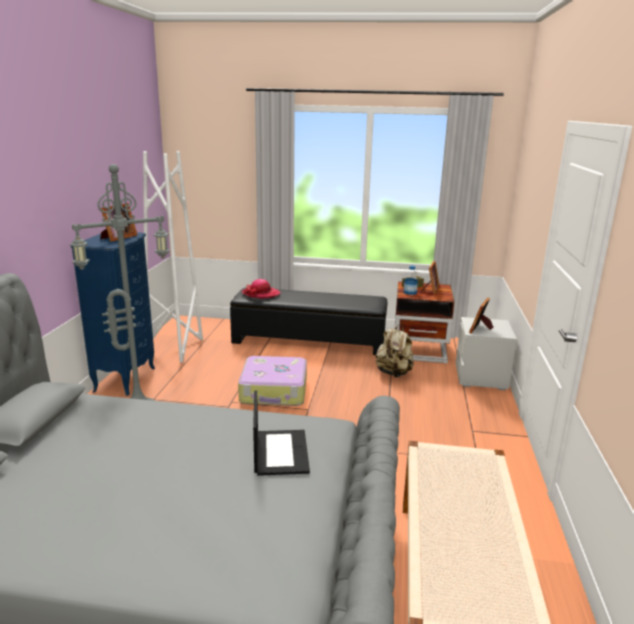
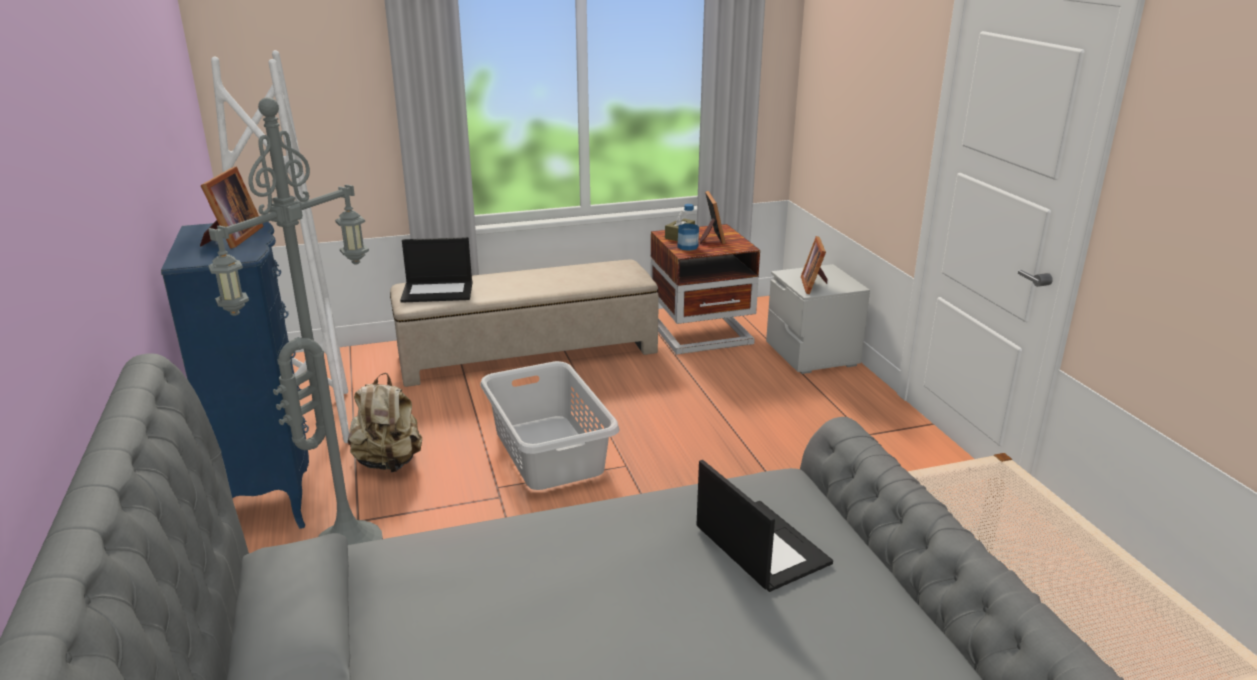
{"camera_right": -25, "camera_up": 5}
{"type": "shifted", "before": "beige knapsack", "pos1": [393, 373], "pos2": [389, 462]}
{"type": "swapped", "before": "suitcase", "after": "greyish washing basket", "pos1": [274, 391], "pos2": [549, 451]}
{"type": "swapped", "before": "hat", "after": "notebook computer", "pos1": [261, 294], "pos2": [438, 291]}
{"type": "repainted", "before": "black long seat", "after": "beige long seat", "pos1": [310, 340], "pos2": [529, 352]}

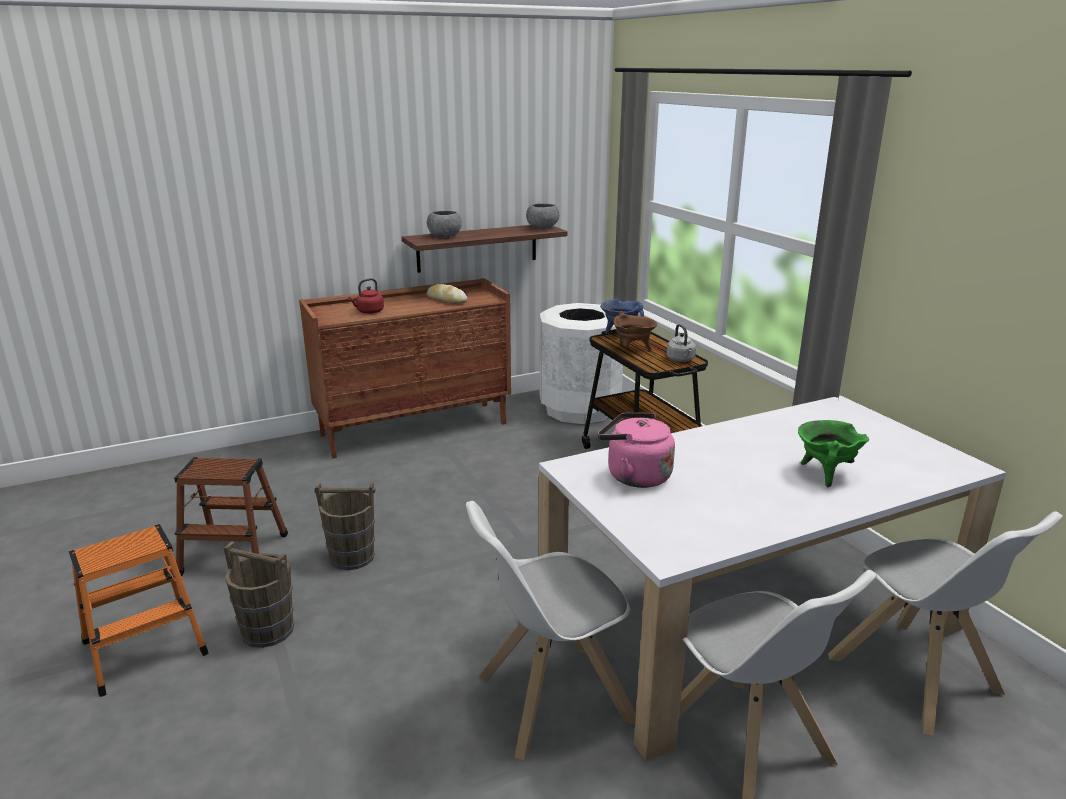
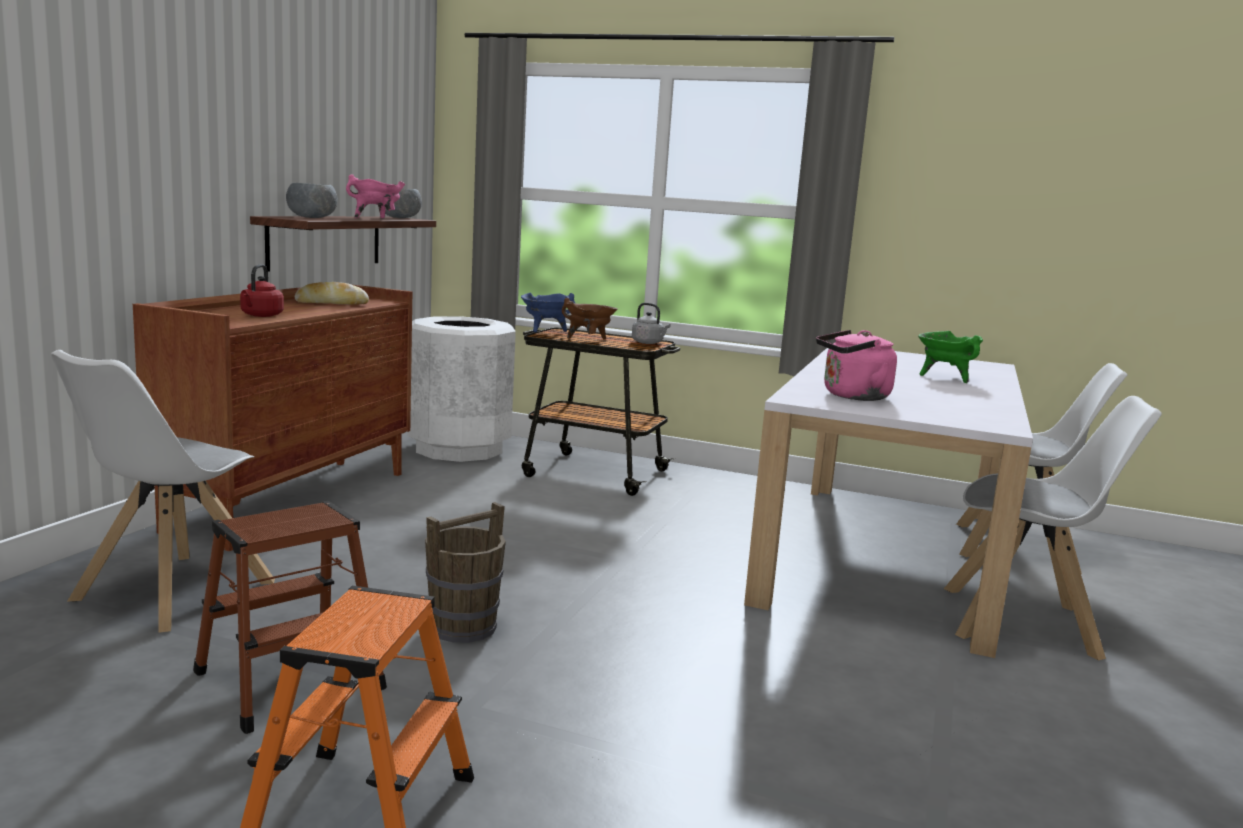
{"camera_right": -45, "camera_up": -10}
{"type": "gone", "before": "brownish bucket", "pos1": [268, 630]}
{"type": "new", "after": "pink cooking pot", "pos2": [377, 219]}
{"type": "shifted", "before": "upright chair", "pos1": [550, 699], "pos2": [169, 593]}

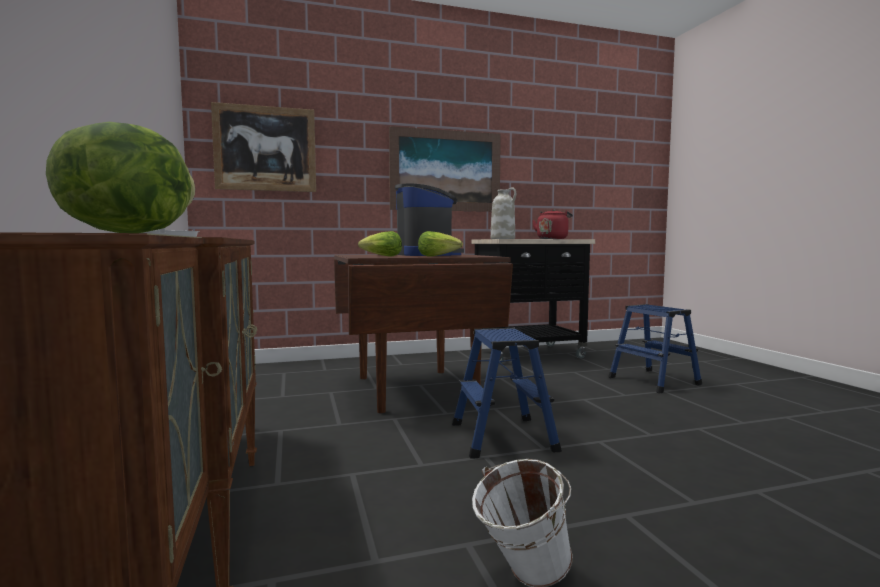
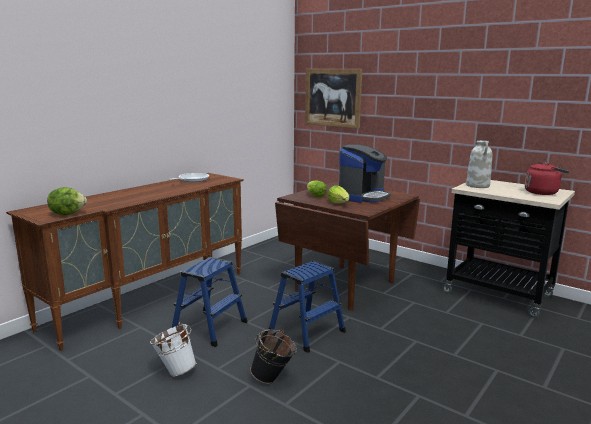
{"camera_right": 55, "camera_up": 10}
{"type": "gone", "before": "picture", "pos1": [446, 171]}
{"type": "new", "after": "black bucket", "pos2": [274, 379]}
{"type": "shifted", "before": "blue-coloured step stool", "pos1": [654, 381], "pos2": [209, 327]}

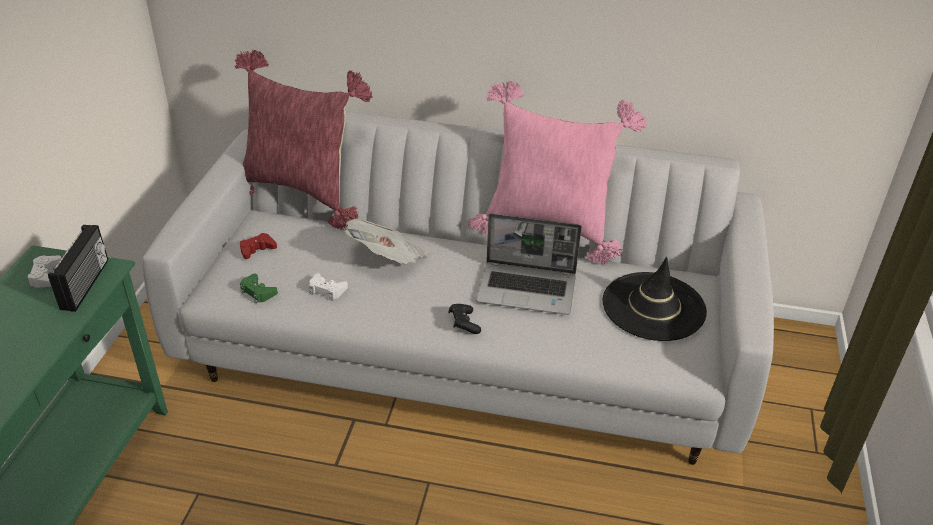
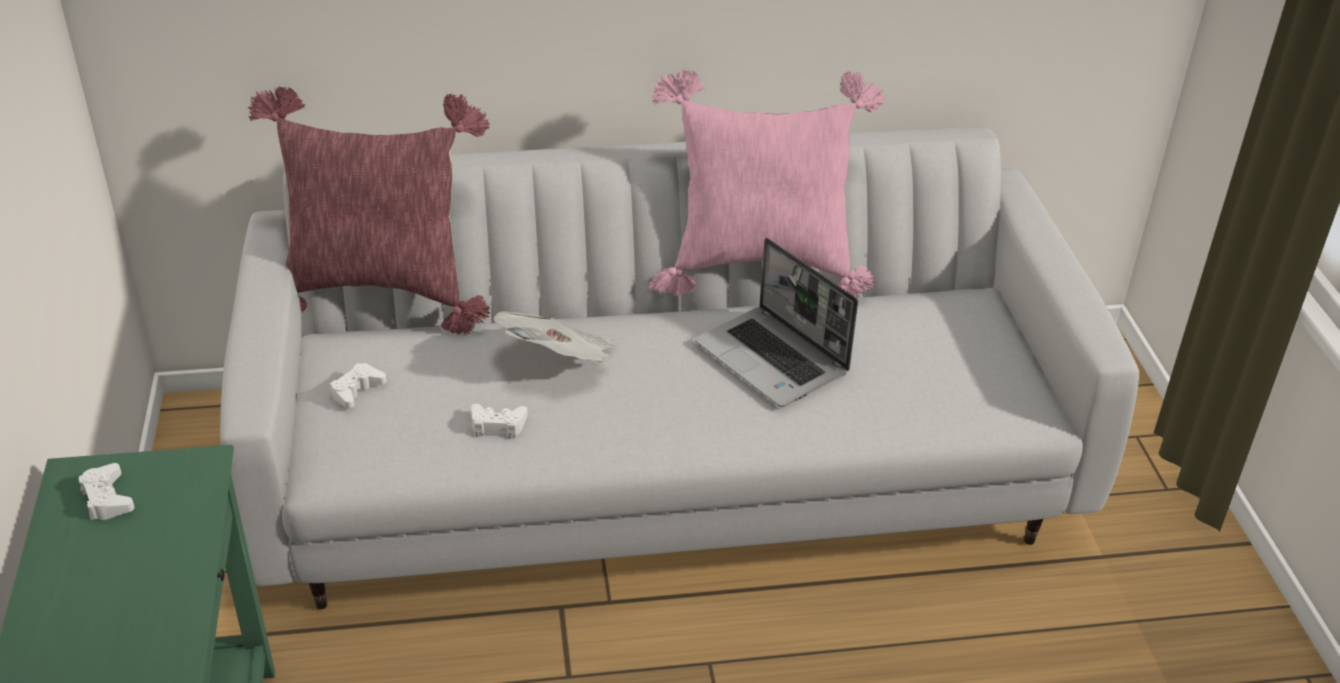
{"camera_right": -20, "camera_up": 0}
{"type": "gone", "before": "radio set", "pos1": [86, 284]}
{"type": "gone", "before": "green-coloured game controller", "pos1": [258, 292]}
{"type": "gone", "before": "black game controller", "pos1": [463, 324]}
{"type": "gone", "before": "black hat", "pos1": [653, 306]}
{"type": "repainted", "before": "red-coloured game controller", "after": "white game controller", "pos1": [257, 249], "pos2": [357, 390]}
{"type": "rotated", "before": "notebook computer", "pos1": [528, 289], "pos2": [773, 359], "turn": 60}

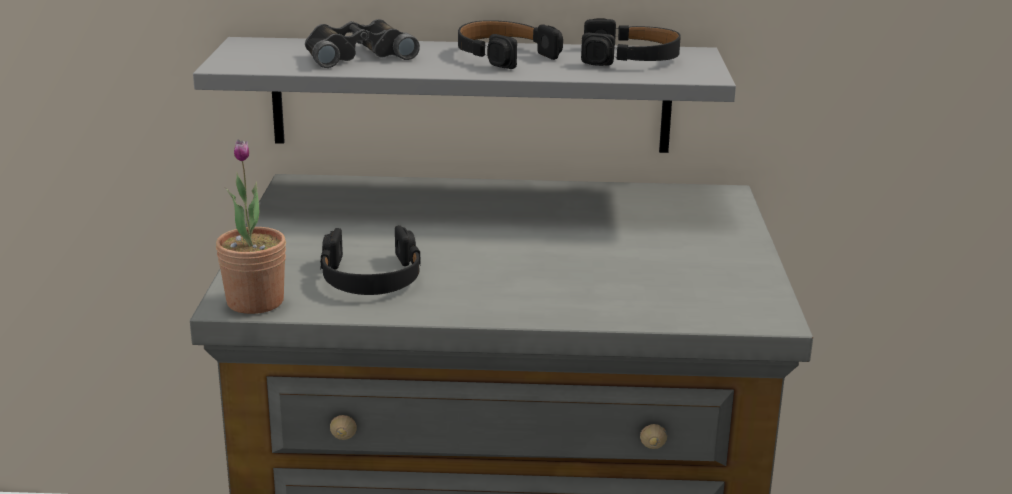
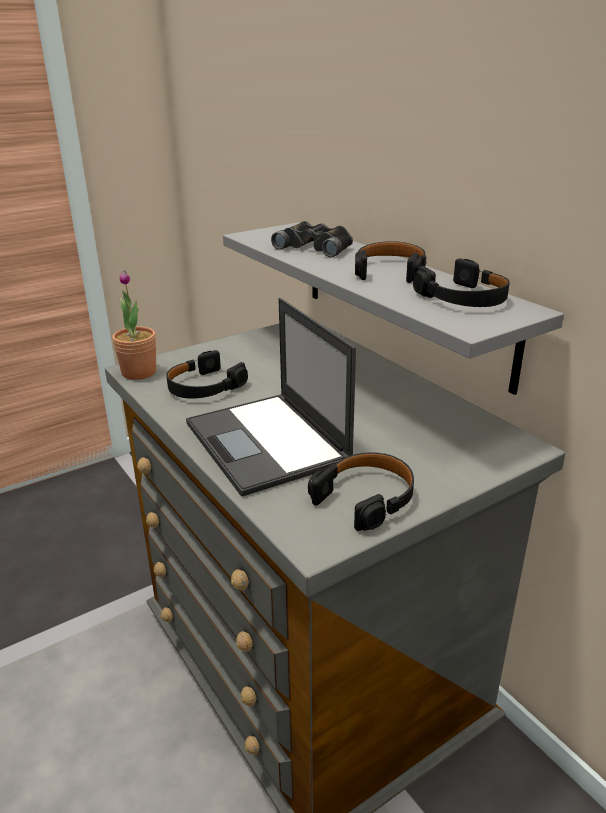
{"camera_right": 55, "camera_up": 5}
{"type": "new", "after": "notebook computer", "pos2": [268, 443]}
{"type": "new", "after": "black headset", "pos2": [366, 497]}

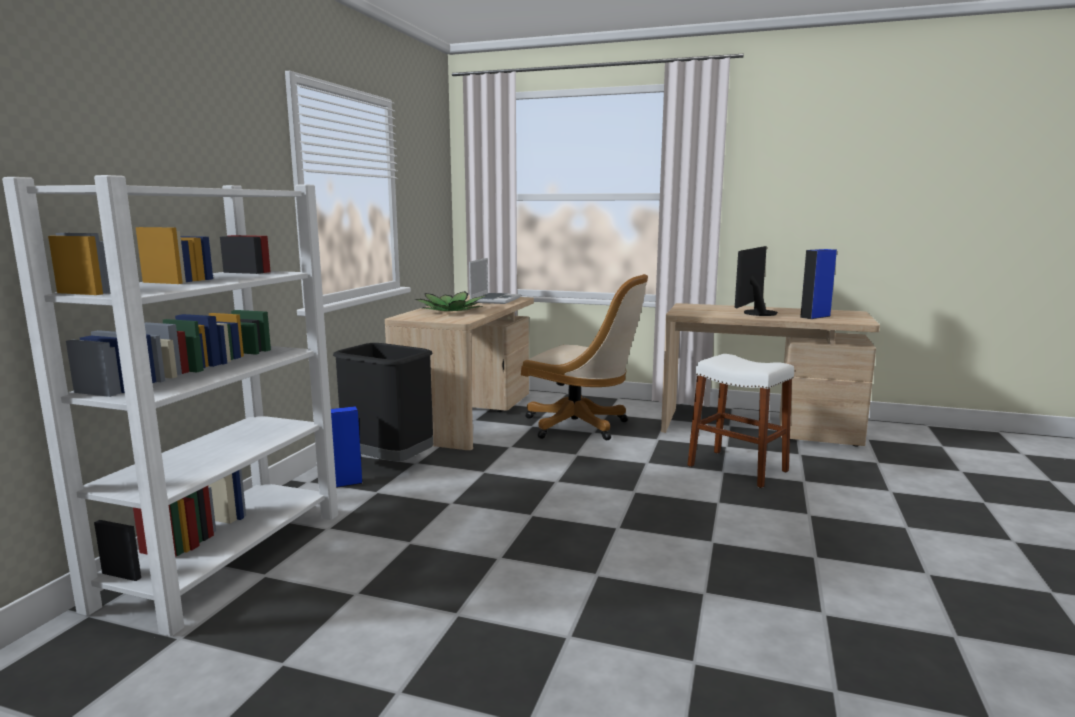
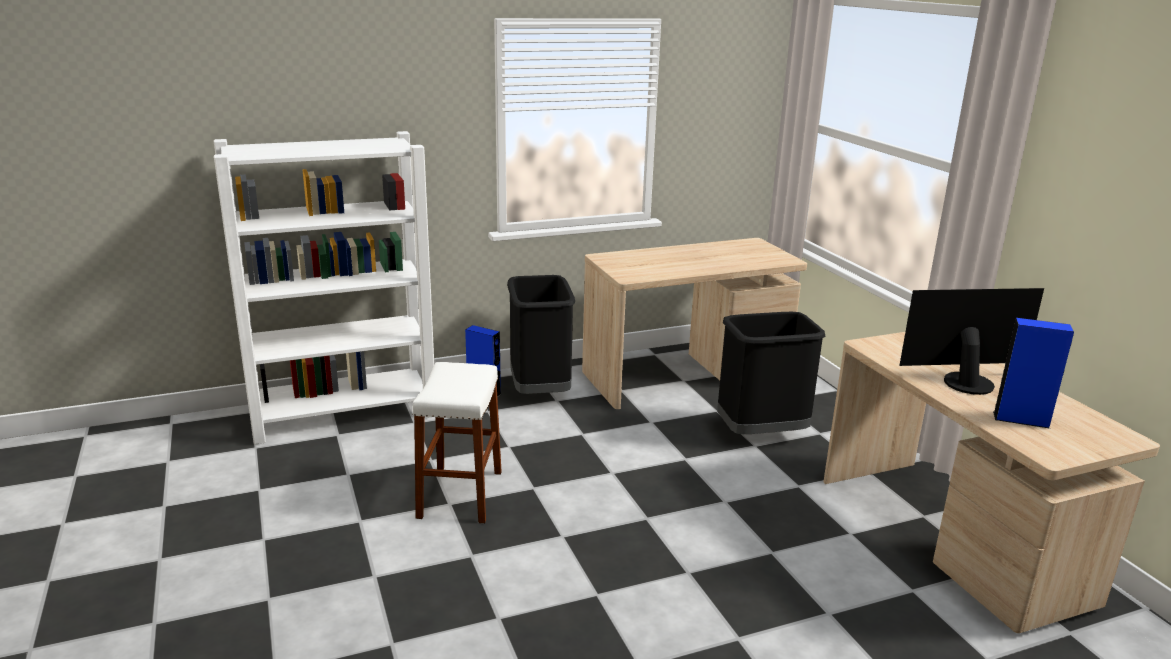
{"camera_right": 50, "camera_up": 10}
{"type": "gone", "before": "potted plant", "pos1": [451, 311]}
{"type": "gone", "before": "notebook computer", "pos1": [495, 300]}
{"type": "shifted", "before": "white stool", "pos1": [737, 468], "pos2": [460, 494]}
{"type": "swapped", "before": "desk chair", "after": "black trash can", "pos1": [582, 426], "pos2": [760, 434]}

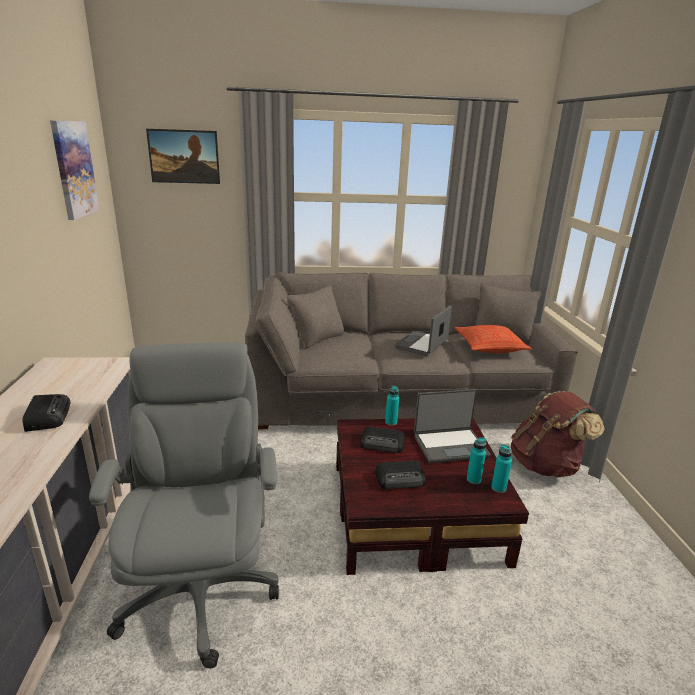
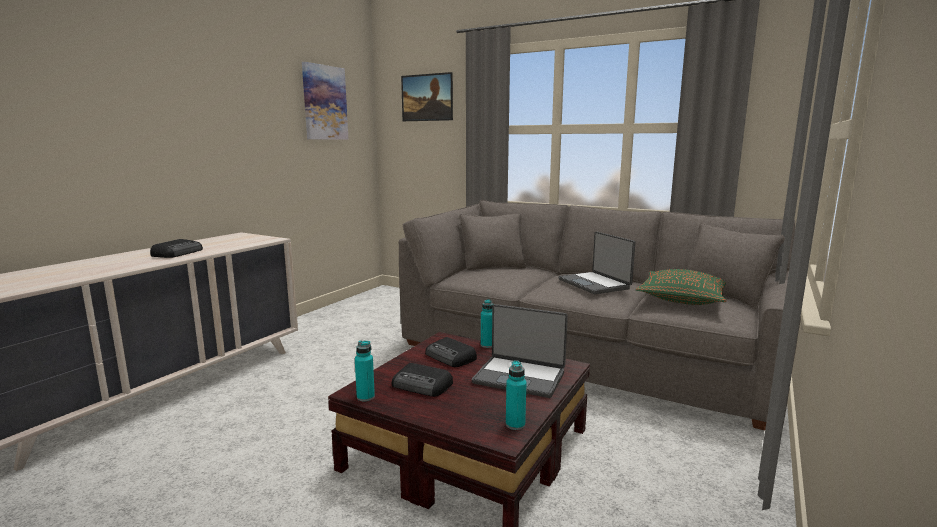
{"camera_right": 35, "camera_up": -10}
{"type": "gone", "before": "greyish desk chair", "pos1": [202, 584]}
{"type": "gone", "before": "brownish knapsack", "pos1": [545, 465]}
{"type": "shifted", "before": "blue-green drink bottle", "pos1": [473, 479], "pos2": [365, 397]}
{"type": "repainted", "before": "orange-coloured pillow", "after": "green-coloured pillow", "pos1": [489, 348], "pos2": [682, 299]}
{"type": "rotated", "before": "notebook computer", "pos1": [422, 345], "pos2": [595, 284], "turn": -90}

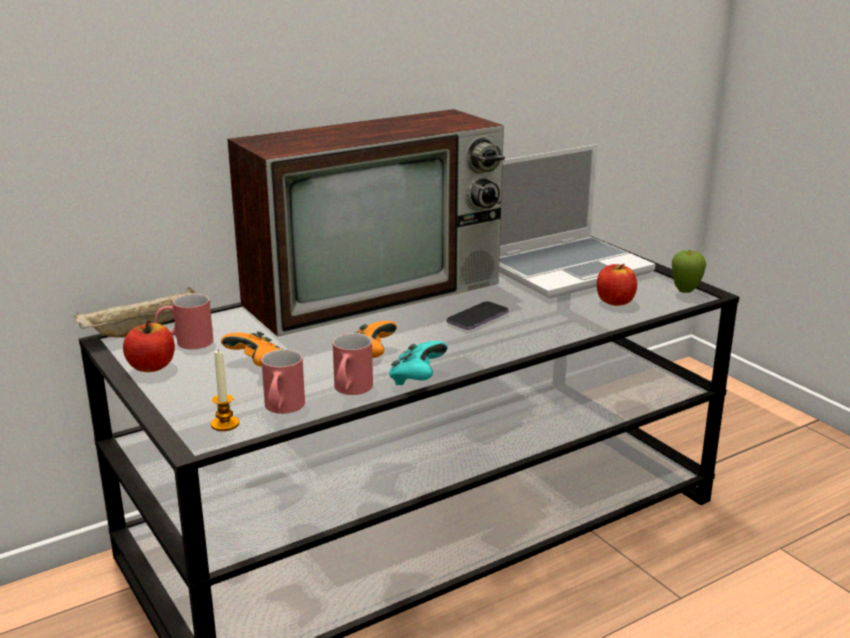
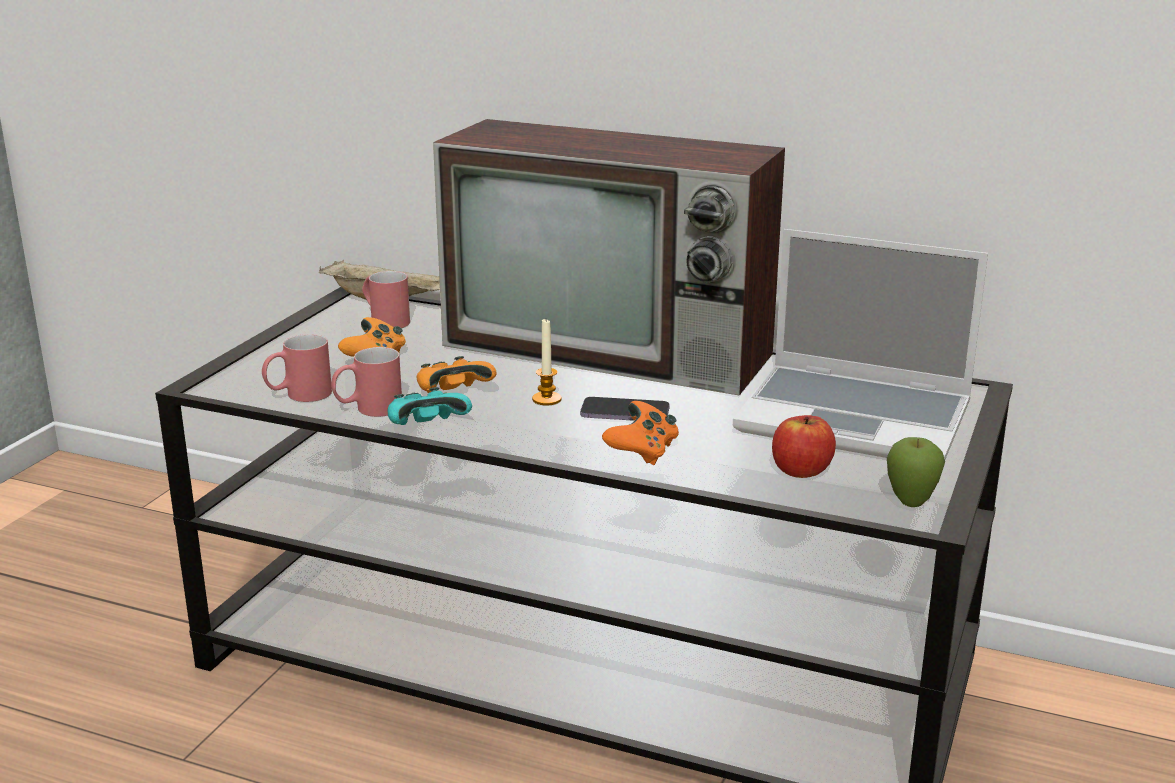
{"camera_right": 55, "camera_up": 0}
{"type": "gone", "before": "apple fruit", "pos1": [151, 367]}
{"type": "new", "after": "orange-coloured game controller", "pos2": [642, 452]}
{"type": "shifted", "before": "wax candle", "pos1": [225, 424], "pos2": [546, 399]}

